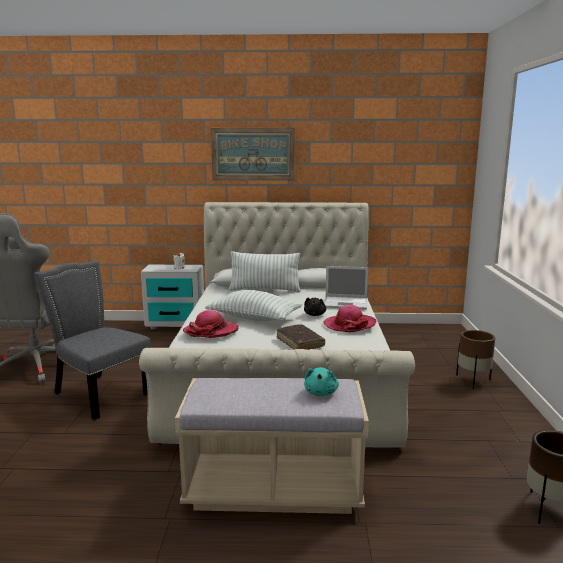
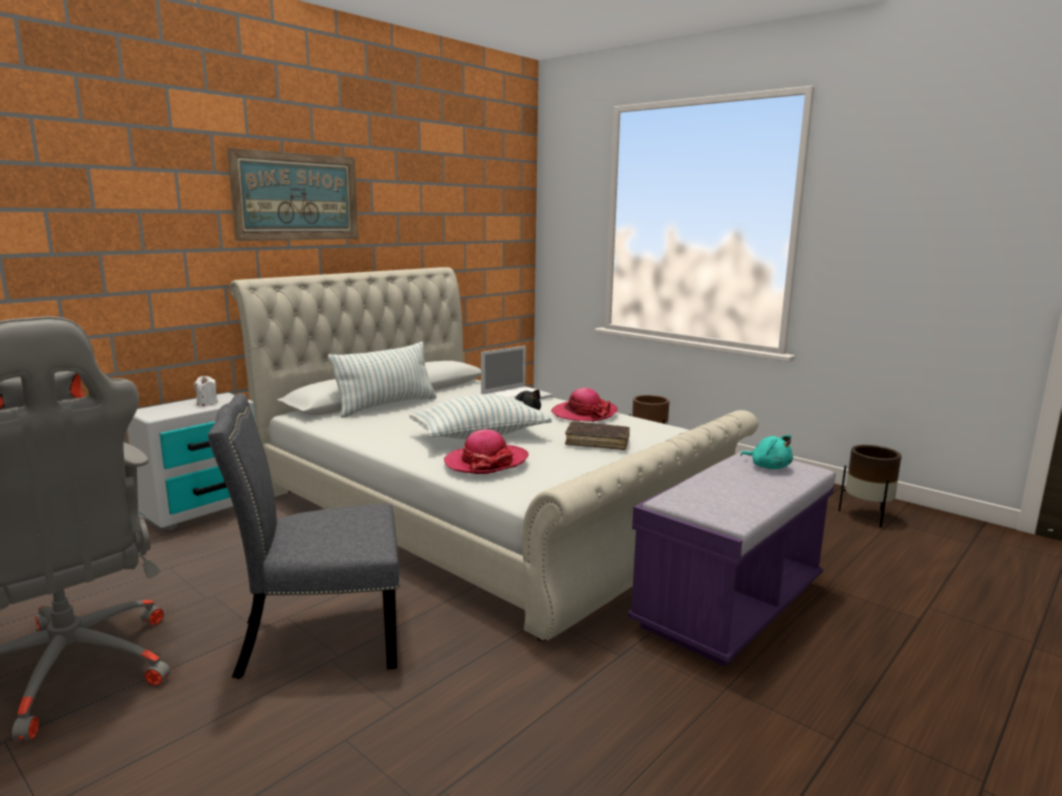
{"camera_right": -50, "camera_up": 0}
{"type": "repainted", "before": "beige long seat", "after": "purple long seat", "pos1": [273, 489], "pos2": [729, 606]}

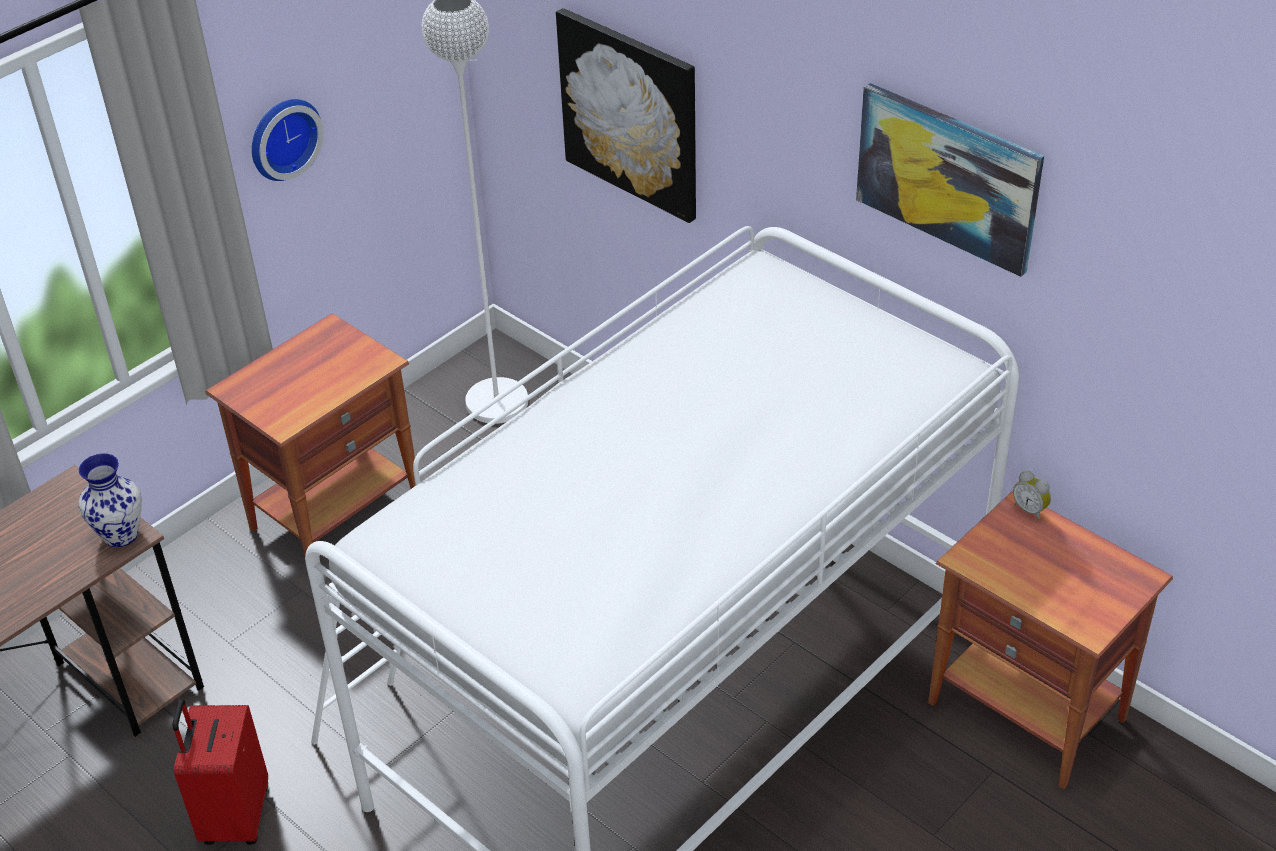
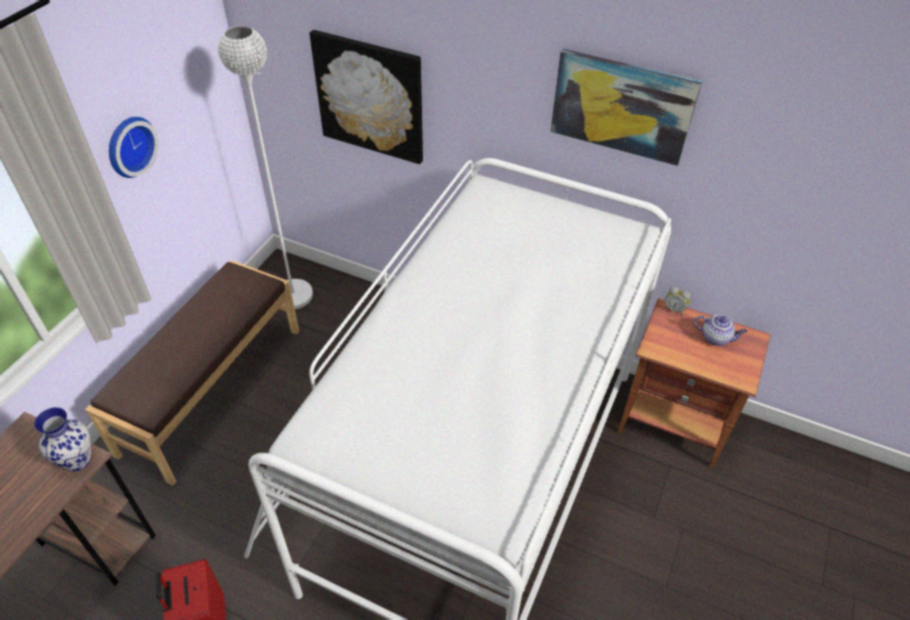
{"camera_right": -20, "camera_up": 5}
{"type": "new", "after": "pot for tea", "pos2": [716, 338]}
{"type": "swapped", "before": "nightstand", "after": "brownish long seat", "pos1": [336, 513], "pos2": [212, 389]}

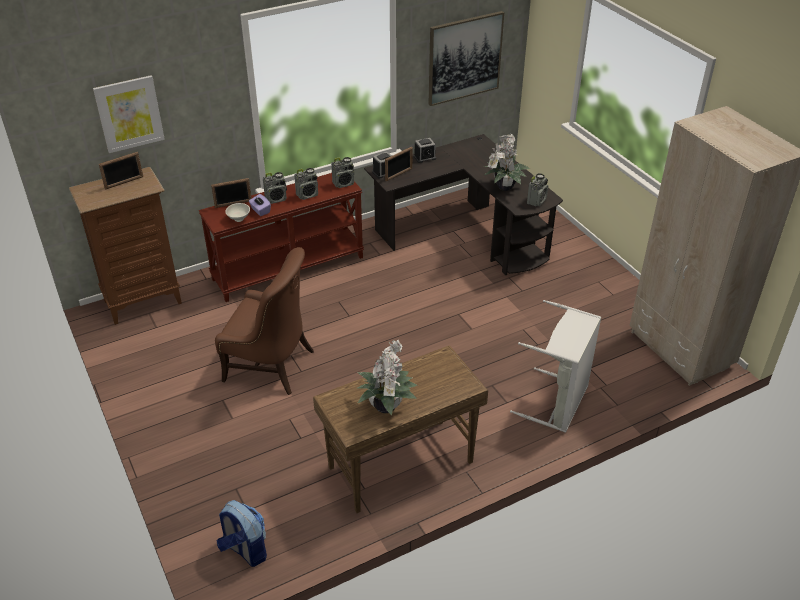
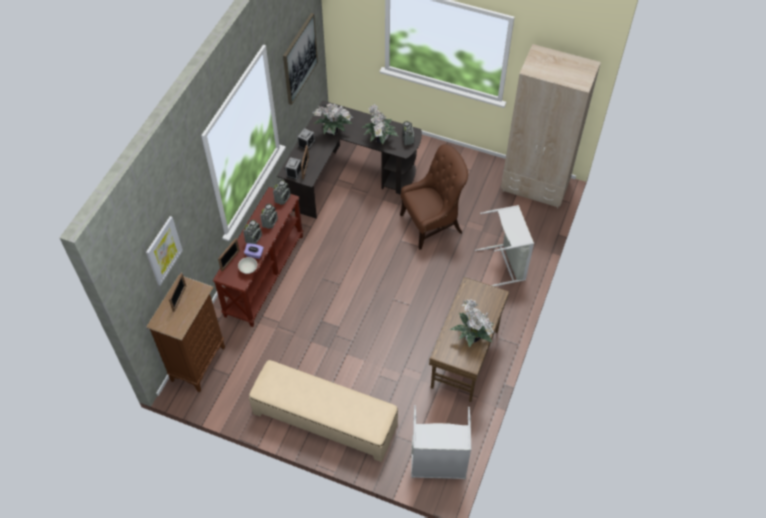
{"camera_right": -40, "camera_up": 15}
{"type": "new", "after": "beige long seat", "pos2": [324, 419]}
{"type": "new", "after": "potted plant", "pos2": [334, 132]}
{"type": "shifted", "before": "brownish upright chair", "pos1": [271, 365], "pos2": [432, 224]}
{"type": "swapped", "before": "knapsack", "after": "greyish washing basket", "pos1": [245, 550], "pos2": [438, 464]}

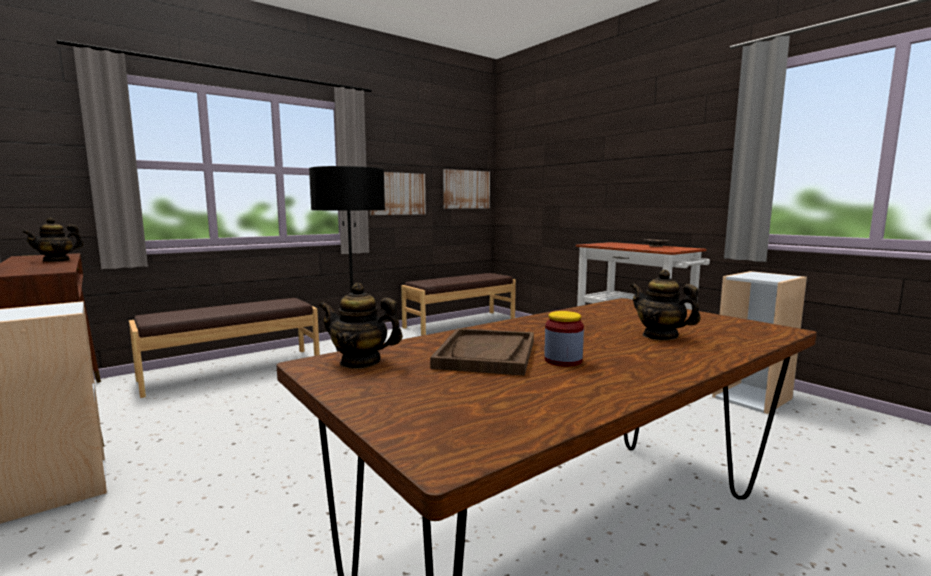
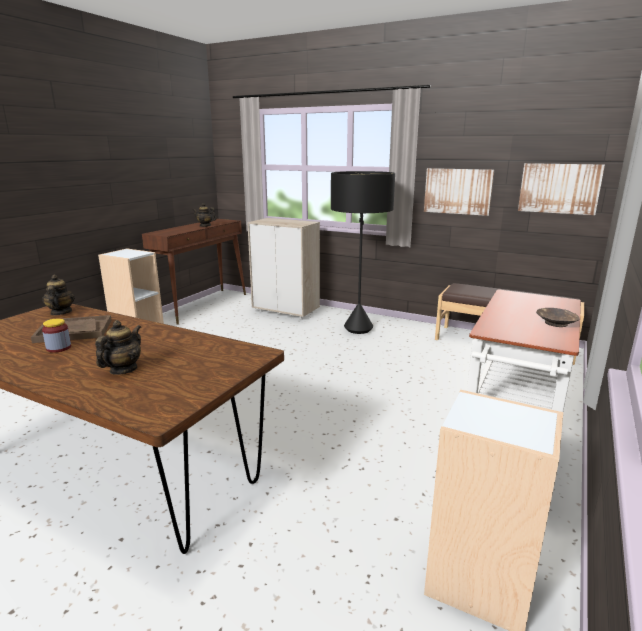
{"camera_right": 65, "camera_up": 10}
{"type": "swapped", "before": "brownish long seat", "after": "beige cupboard", "pos1": [232, 370], "pos2": [287, 312]}

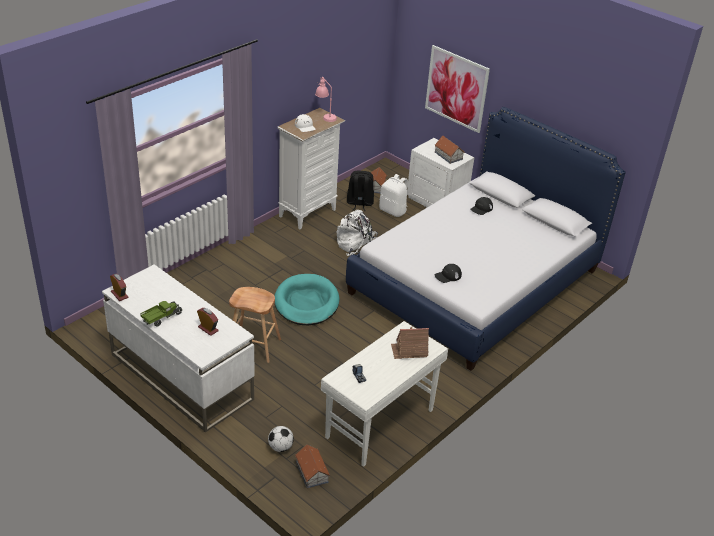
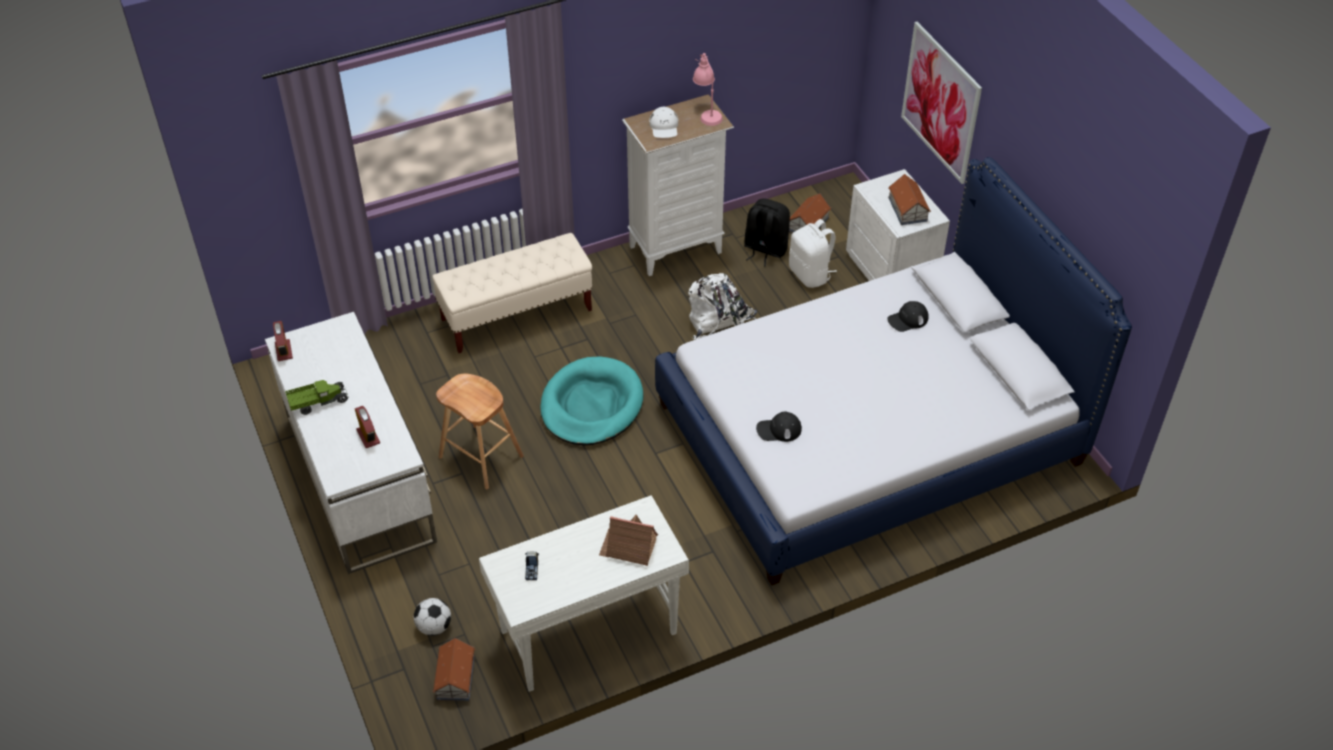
{"camera_right": 25, "camera_up": 10}
{"type": "new", "after": "beige long seat", "pos2": [517, 315]}

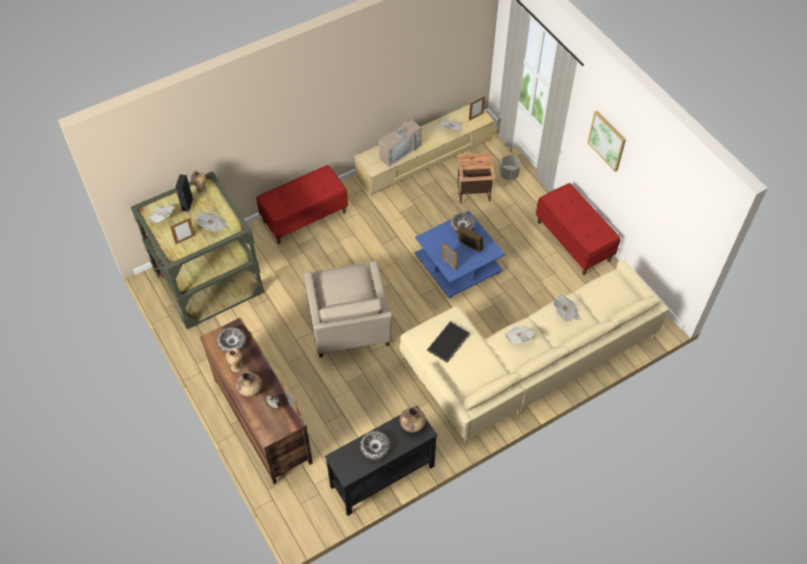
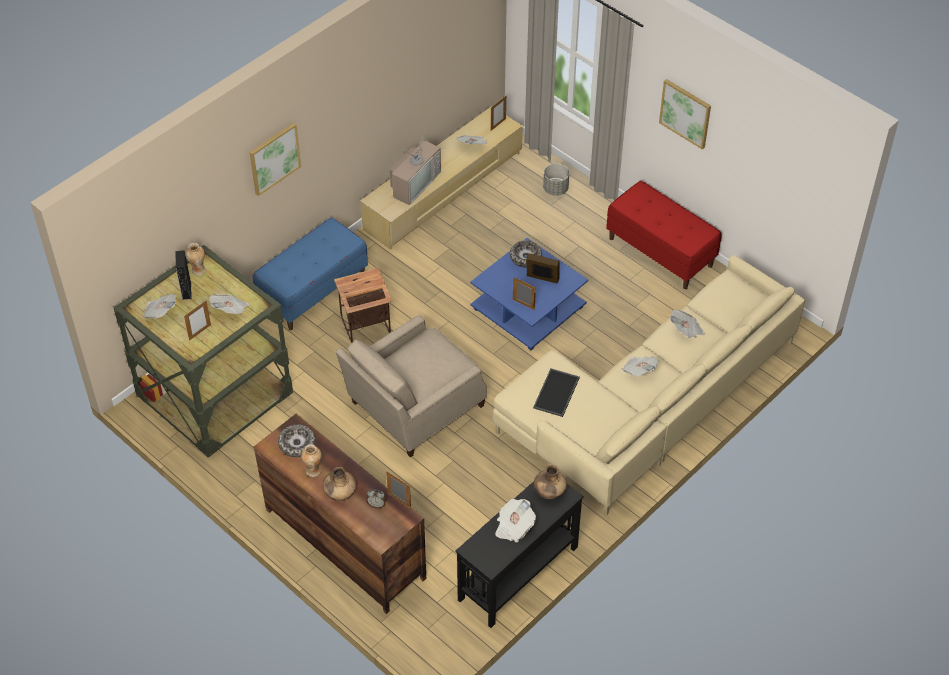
{"camera_right": -15, "camera_up": -5}
{"type": "new", "after": "picture", "pos2": [274, 158]}
{"type": "shifted", "before": "end table", "pos1": [472, 192], "pos2": [364, 325]}
{"type": "swapped", "before": "bowl", "after": "printed paper", "pos1": [375, 447], "pos2": [513, 526]}
{"type": "repainted", "before": "red-coloured long seat", "after": "blue-coloured long seat", "pos1": [304, 216], "pos2": [313, 290]}
{"type": "rotated", "before": "beige armchair", "pos1": [348, 323], "pos2": [414, 406], "turn": 75}

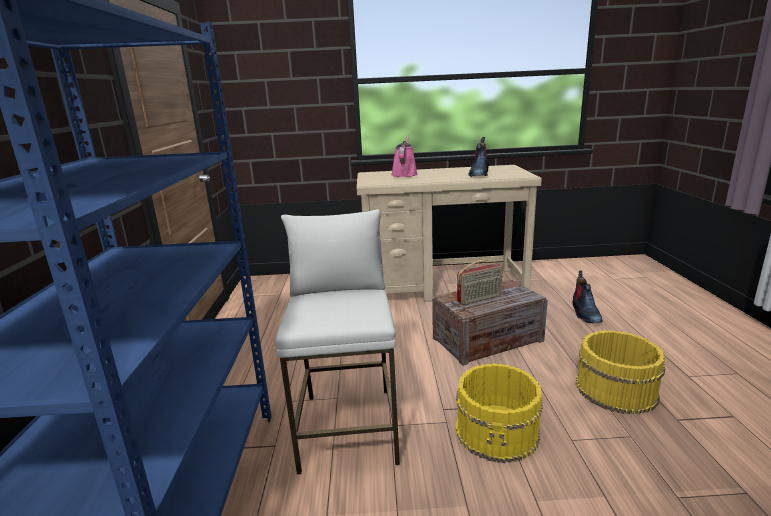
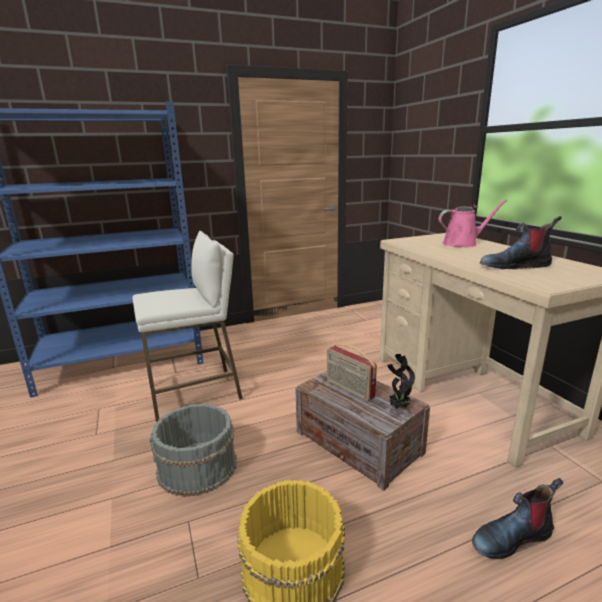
{"camera_right": 70, "camera_up": 0}
{"type": "new", "after": "potted plant", "pos2": [398, 407]}
{"type": "repainted", "before": "yellow-coloured bucket", "after": "greyish bucket", "pos1": [498, 431], "pos2": [197, 467]}

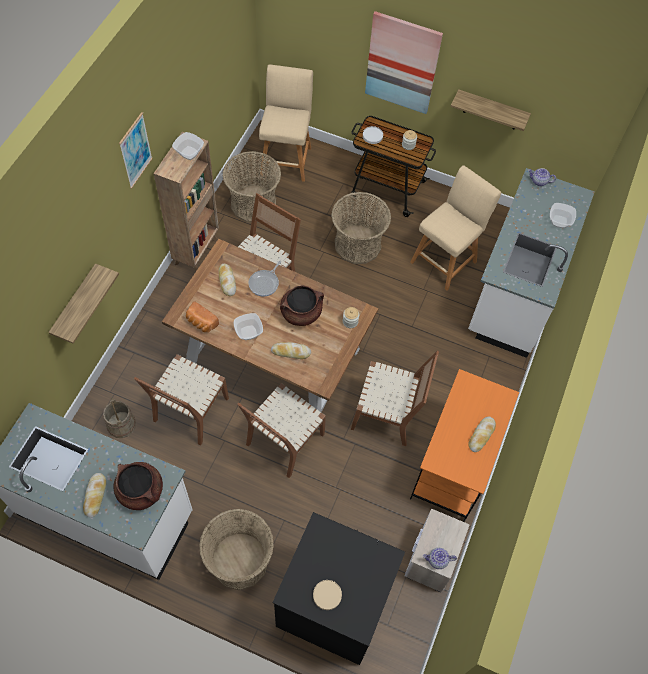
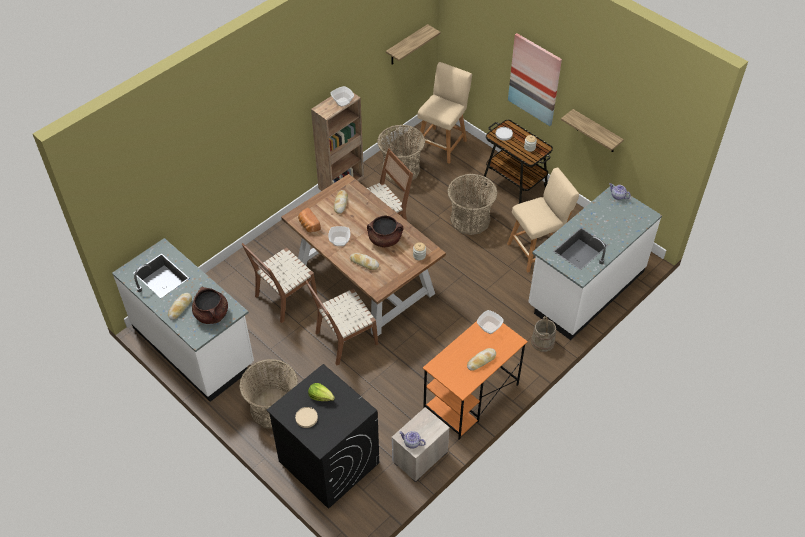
{"camera_right": 25, "camera_up": -10}
{"type": "gone", "before": "picture", "pos1": [135, 150]}
{"type": "gone", "before": "skillet", "pos1": [265, 283]}
{"type": "gone", "before": "upright chair", "pos1": [388, 415]}
{"type": "new", "after": "lettuce", "pos2": [321, 396]}
{"type": "shifted", "before": "wall shelf", "pos1": [75, 305], "pos2": [406, 45]}
{"type": "shifted", "before": "beige bucket", "pos1": [121, 425], "pos2": [542, 342]}
{"type": "shifted", "before": "bowl", "pos1": [559, 221], "pos2": [489, 327]}

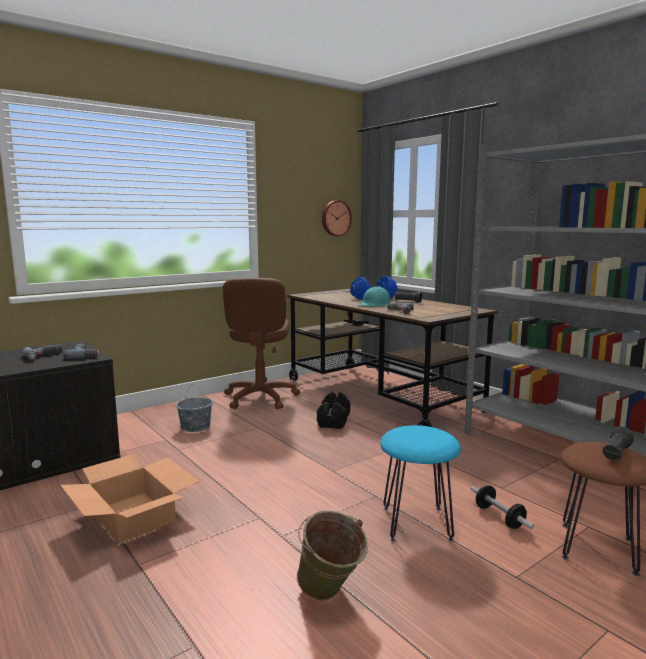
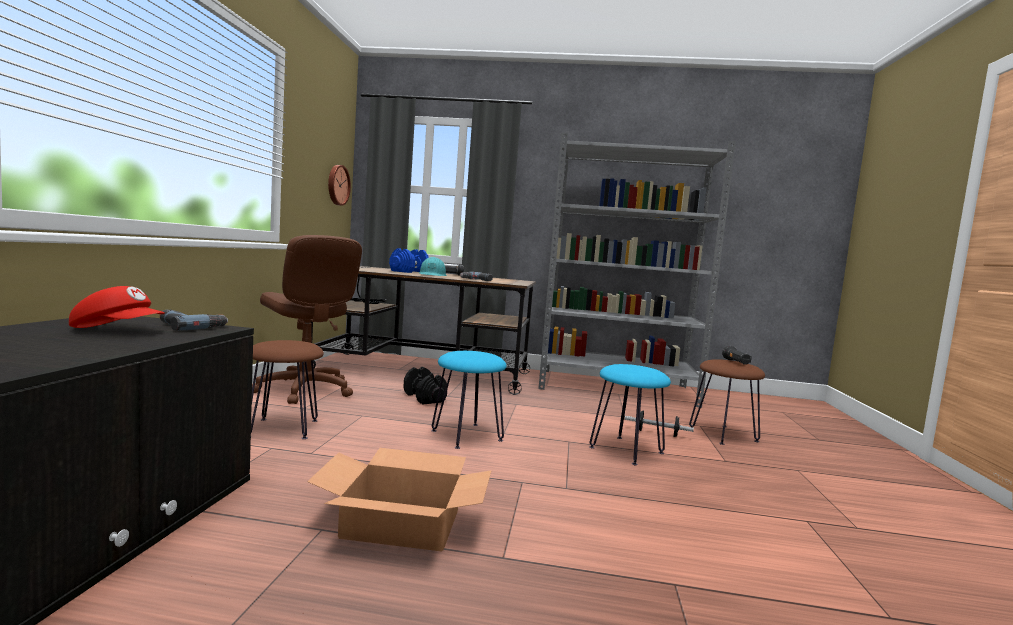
{"camera_right": -45, "camera_up": -5}
{"type": "gone", "before": "green-coloured bucket", "pos1": [330, 596]}
{"type": "new", "after": "blue-green stool", "pos2": [466, 435]}
{"type": "swapped", "before": "electric drill", "after": "red-coloured cap", "pos1": [44, 356], "pos2": [118, 330]}
{"type": "swapped", "before": "greyish bucket", "after": "brownish stool", "pos1": [195, 427], "pos2": [283, 428]}

